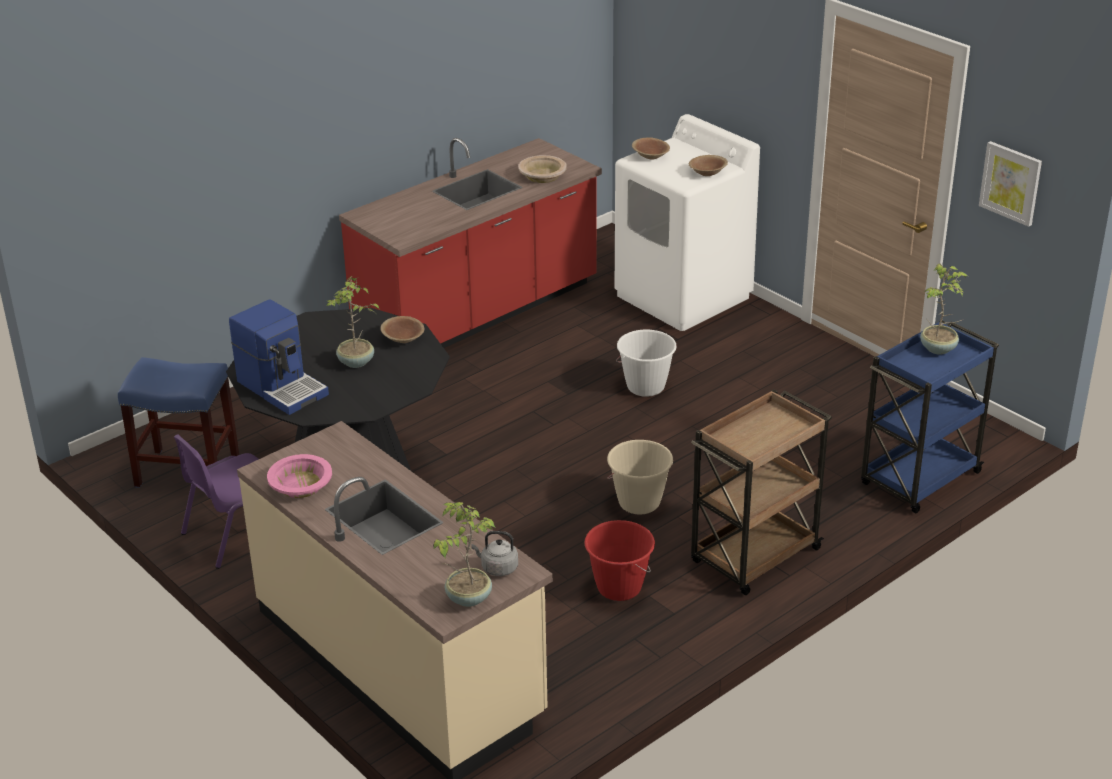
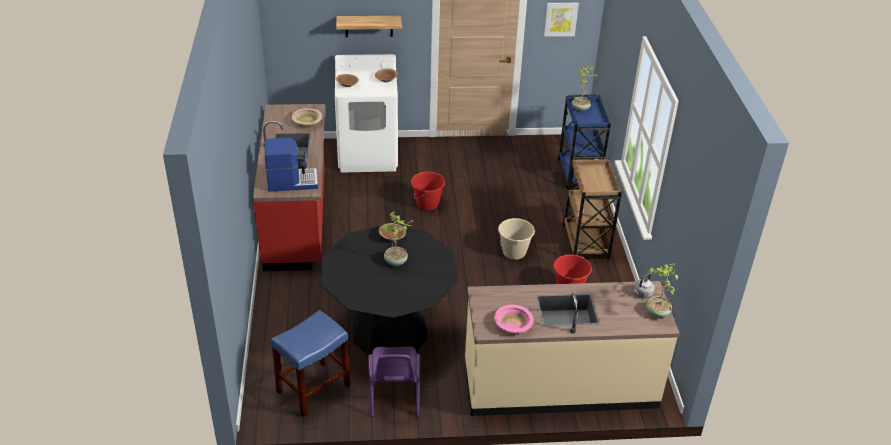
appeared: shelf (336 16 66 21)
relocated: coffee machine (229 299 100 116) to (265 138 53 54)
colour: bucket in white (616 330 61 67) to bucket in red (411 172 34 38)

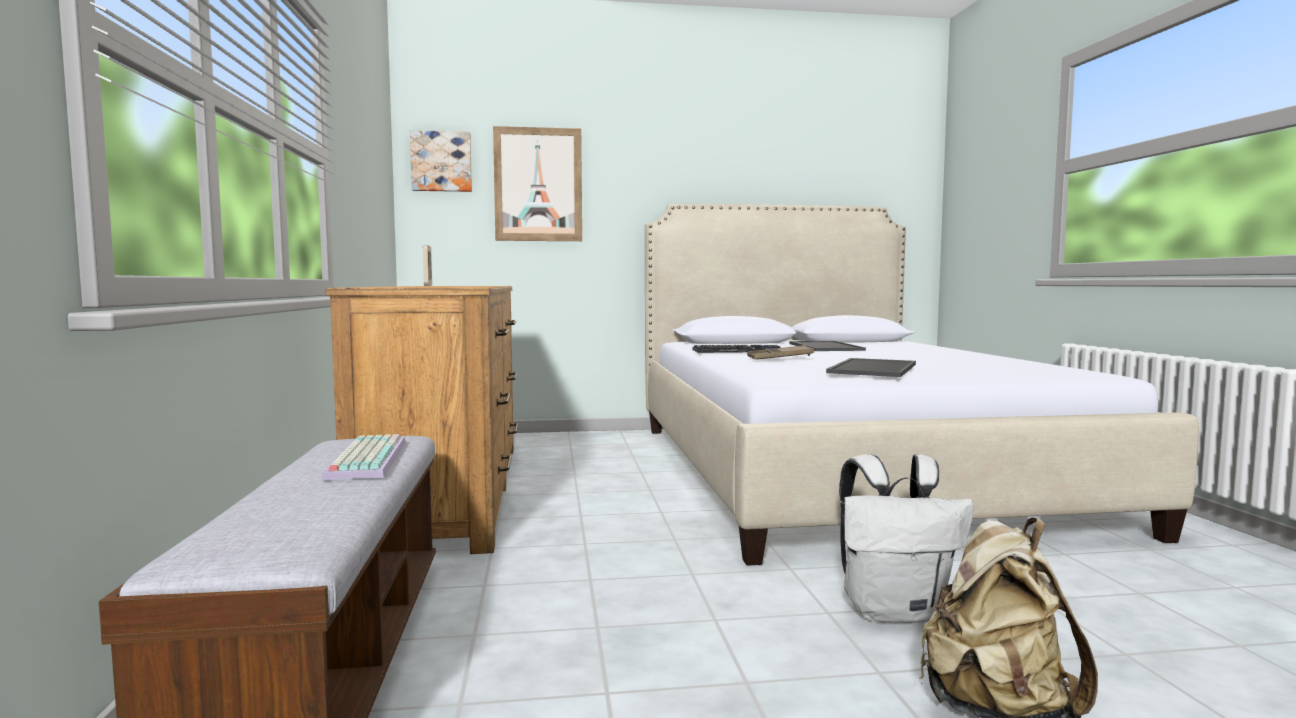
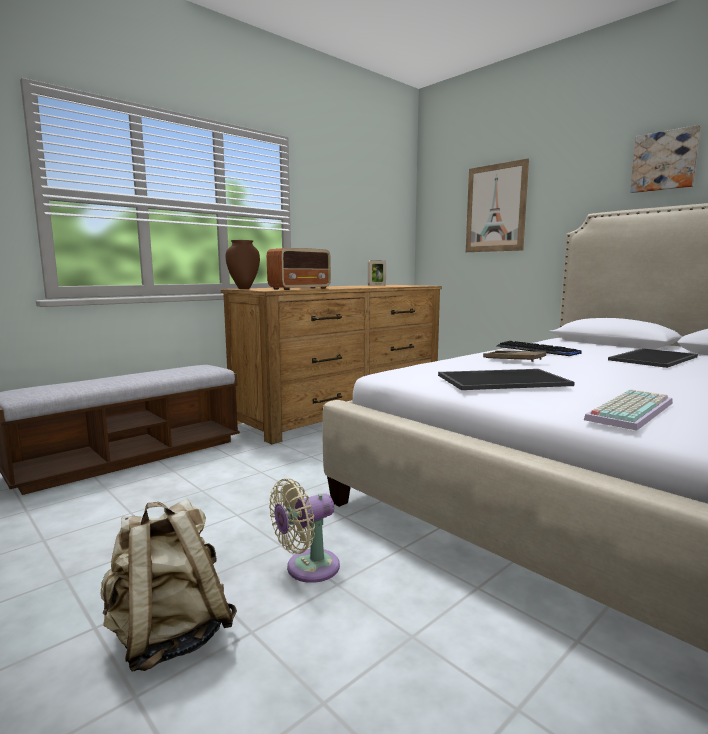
appeared: vase in brown (226 240 34 49); radio (267 248 64 42)
relocated: keyboard (322 434 84 46) to (584 389 89 42); picture (410 130 62 62) to (630 125 71 68)
exchanged: backpack in white (839 454 135 169) to fan in beige (269 478 71 105)

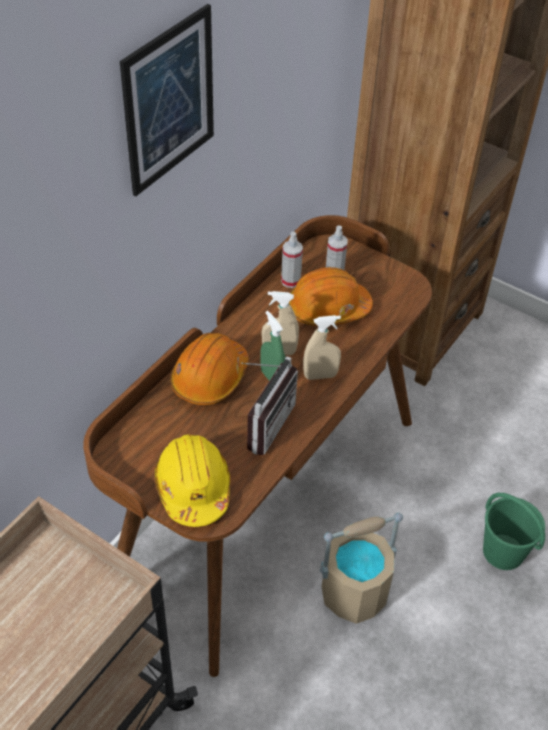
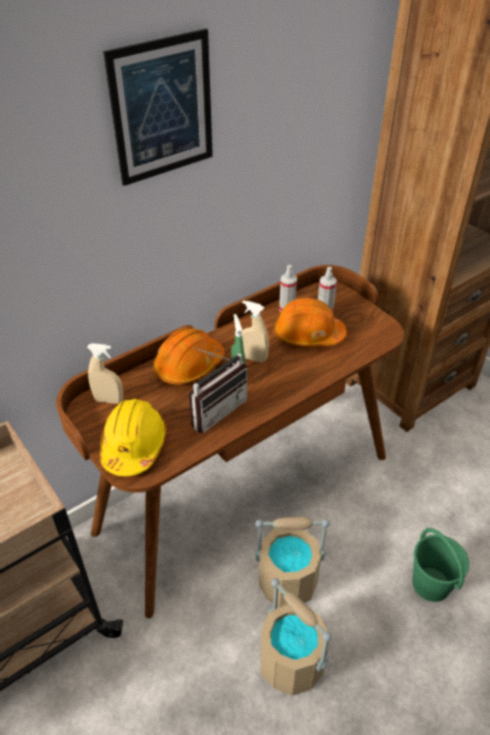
appeared: bucket in beige (261 578 71 118)
relocated: spray bottle in beige (303 315 38 65) to (87 343 36 61)

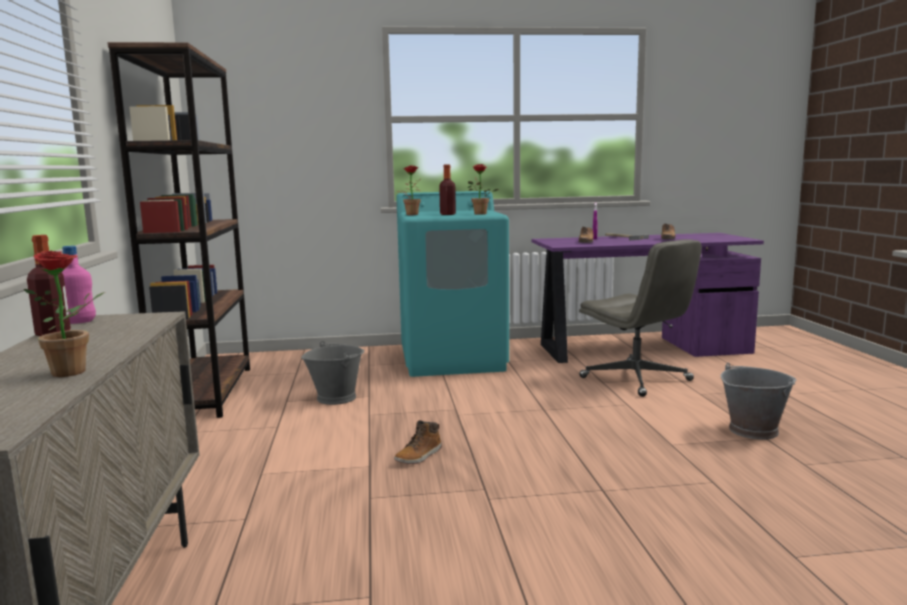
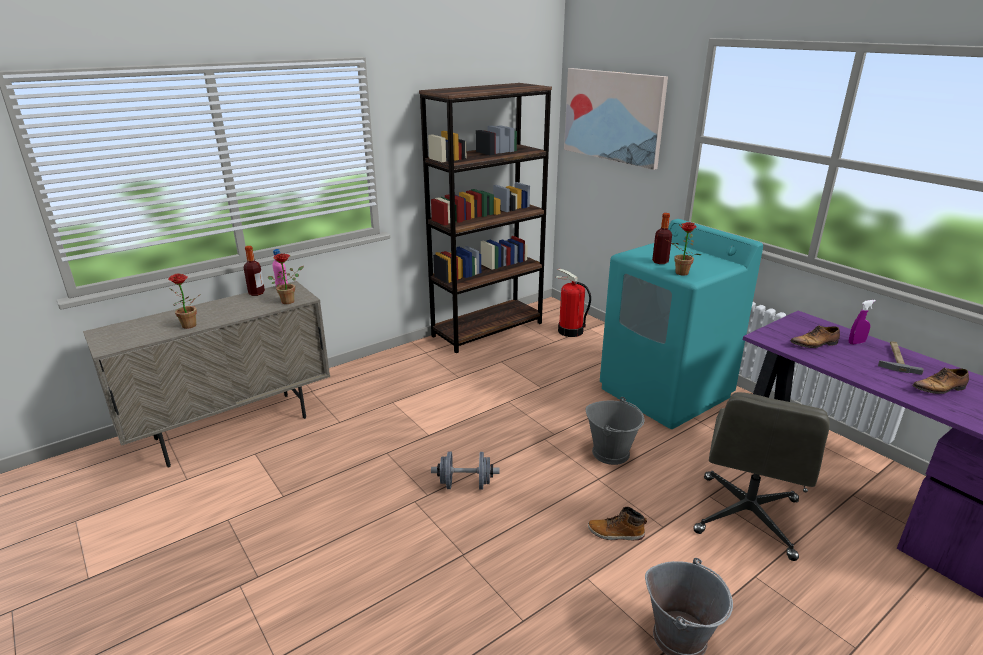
appeared: dumbbell in grey (431 451 68 39); fire extinguisher (556 269 35 68); picture (564 68 104 102)
relocated: bucket in grey (301 341 63 64) to (585 397 60 68); boot (394 420 48 44) to (588 507 59 33); potted plant (397 165 24 50) to (268 254 36 50)

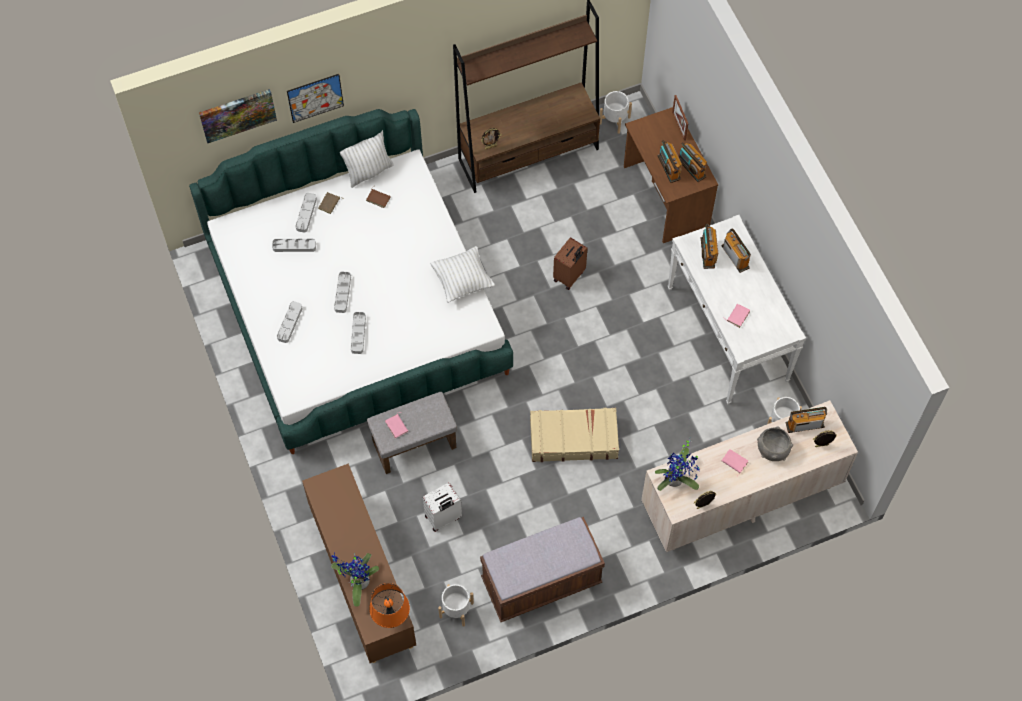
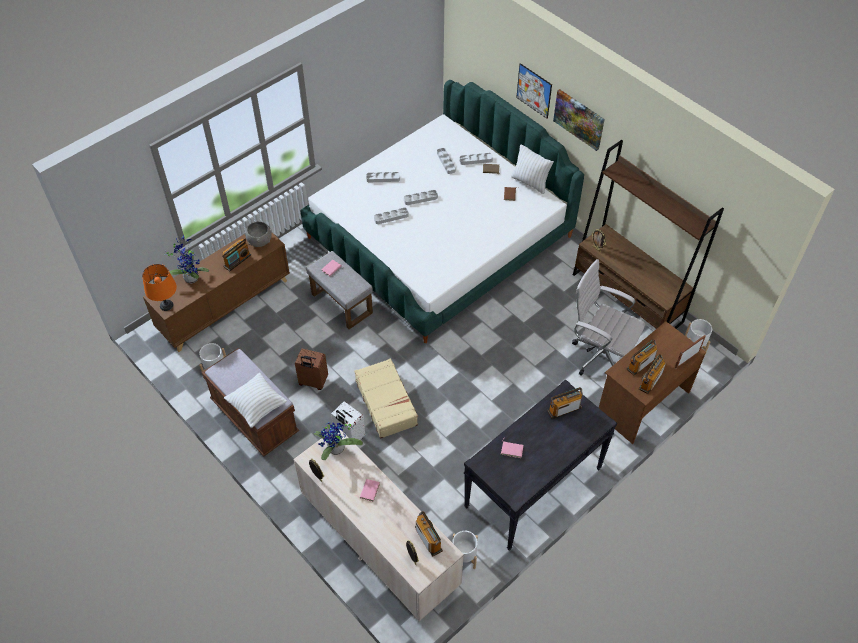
appeared: office chair in white (572 259 74 117)
relocated: picture (199 89 78 54) to (553 89 52 62); suitcase in white (423 482 39 50) to (331 402 34 38); pillow in white (430 246 65 57) to (224 373 63 55); suitcase in brown (553 237 35 53) to (295 349 33 41); radio (722 229 29 44) to (222 238 29 34); bowl in grey (757 426 36 35) to (244 221 28 26)
colour: console table in white (668 215 138 190) to console table in black (464 379 153 172)

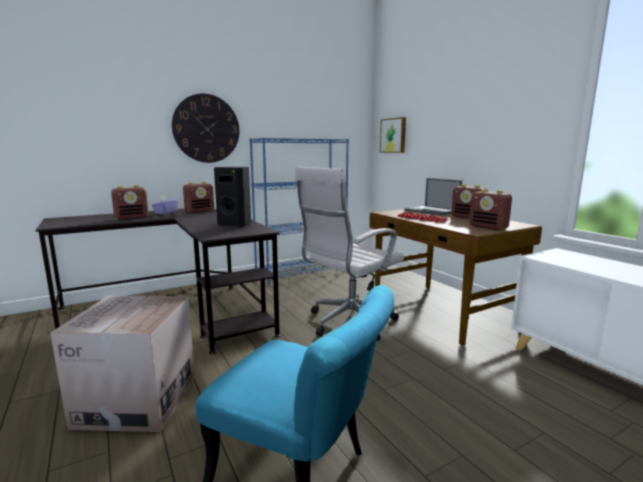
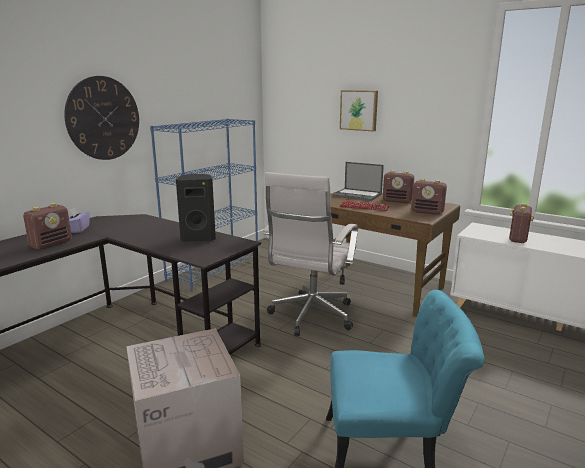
relocated: radio (183 182 31 31) to (509 203 25 40); picture (380 117 26 36) to (340 90 38 42)

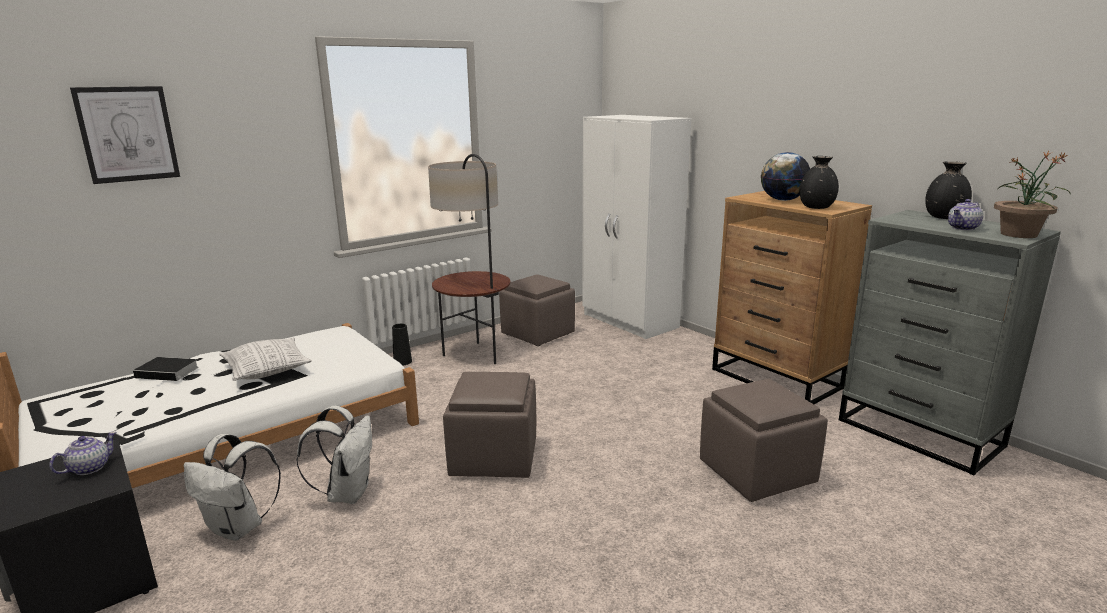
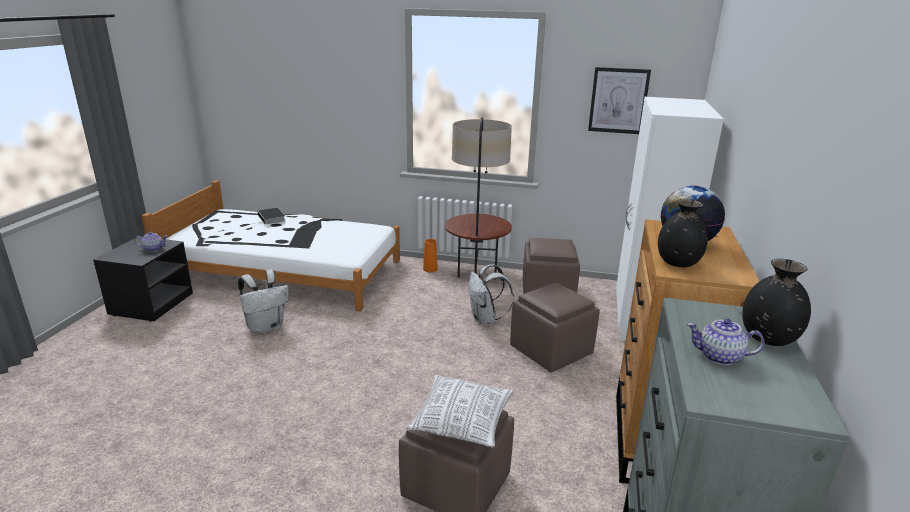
missing: potted plant (994 151 76 87)
relocated: picture (70 86 110 98) to (588 67 63 67); backpack in white (184 434 97 107) to (468 264 46 61); pillow (219 337 93 44) to (406 375 108 73); ottoman in brown (443 372 93 106) to (510 282 90 91)
colour: vase in black (392 324 20 42) to vase in orange (423 239 15 33)

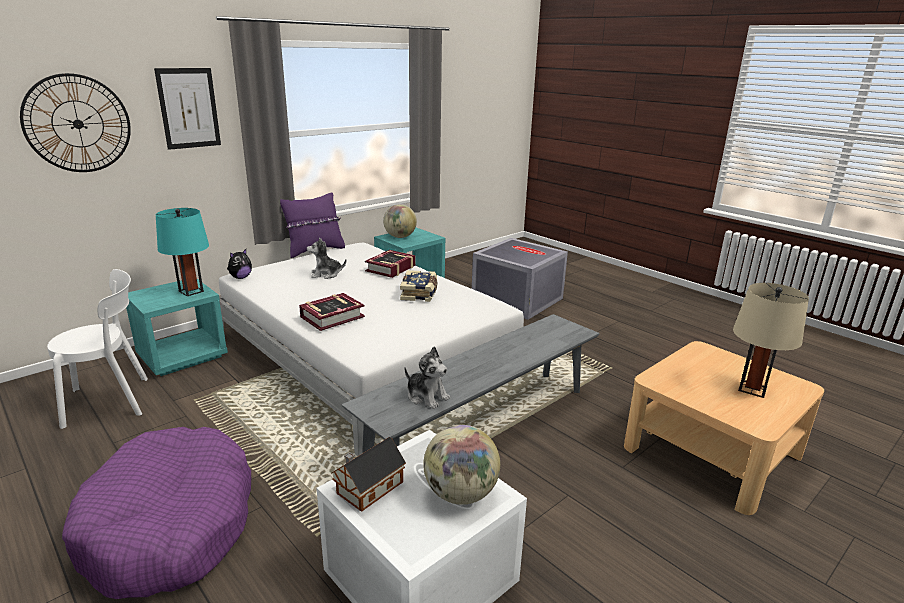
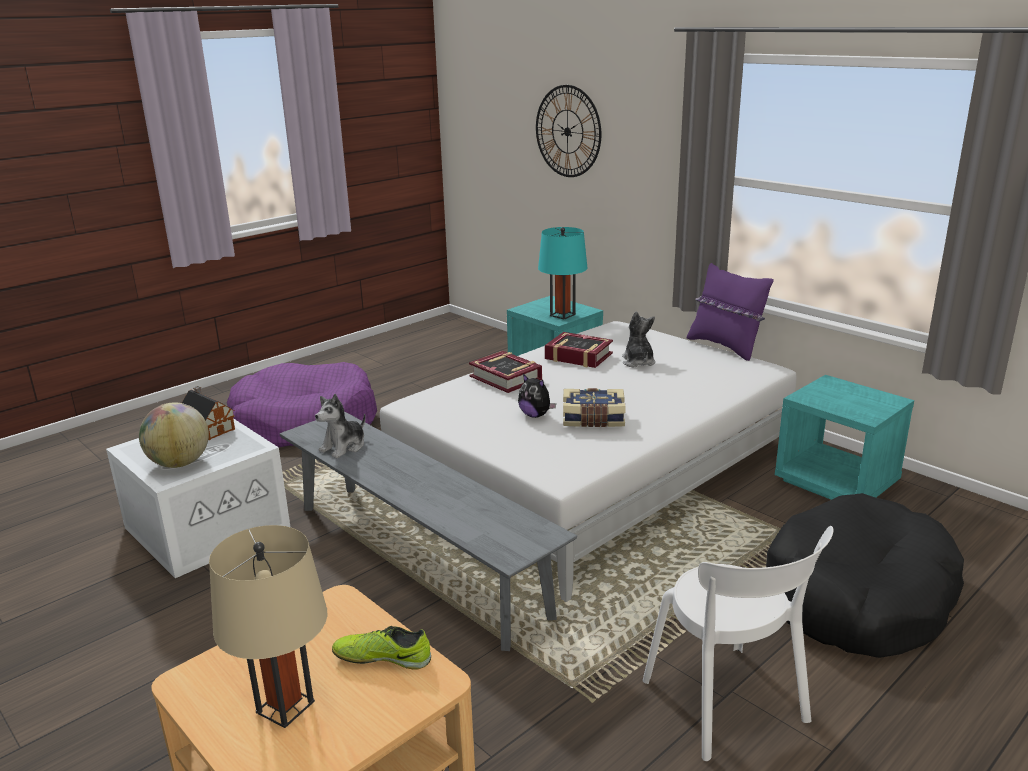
missing: picture (154 68 67 82); globe (383 204 34 34)
appeared: shoe (332 626 99 44)
relocated: chair in white (47 269 101 160) to (643 526 190 235); plush toy (227 249 25 30) to (518 374 38 44); book (365 250 50 28) to (545 332 68 36)
exchanged: storage box in grey (472 238 96 82) to dog bed in black (766 493 198 165)

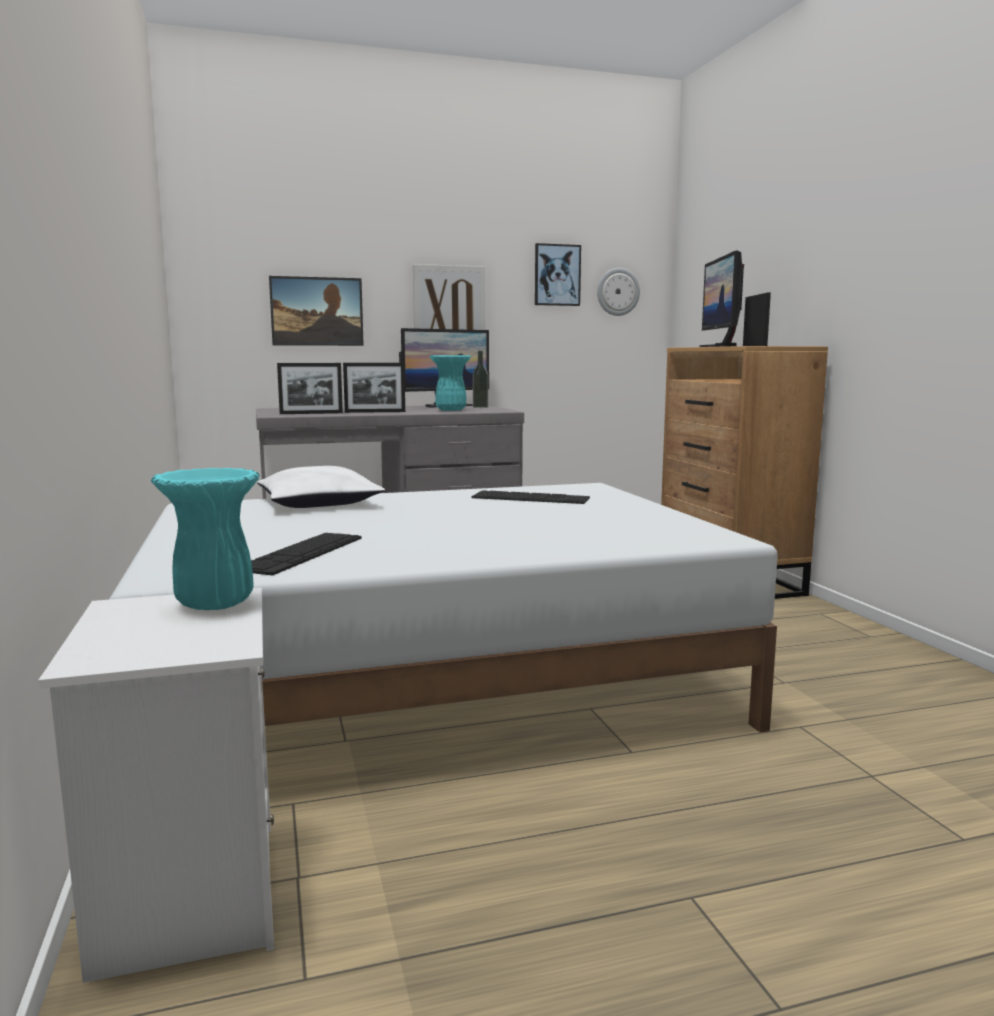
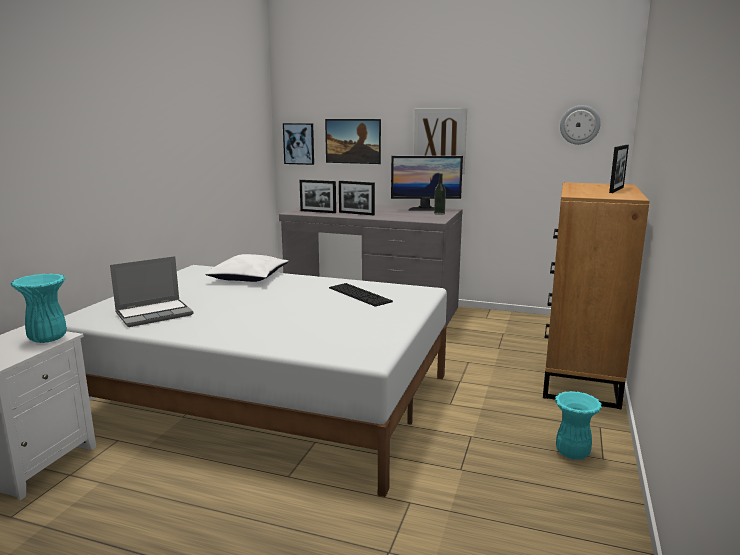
missing: monitor (700 251 44 96)
relocated: vase in turquoise (430 355 41 56) to (555 391 47 69); picture (535 243 46 63) to (283 123 31 42)
exchanged: keyboard (251 533 111 43) to laptop (110 256 83 71)

